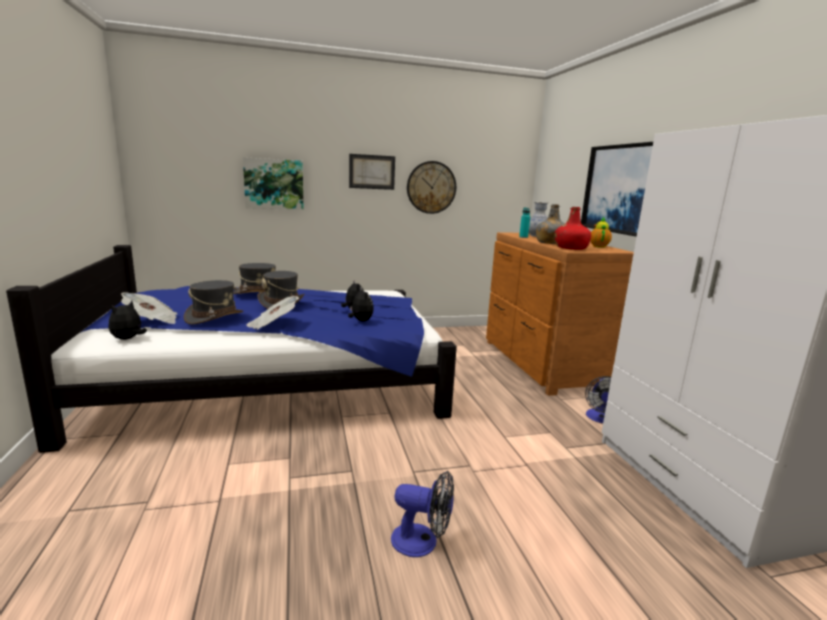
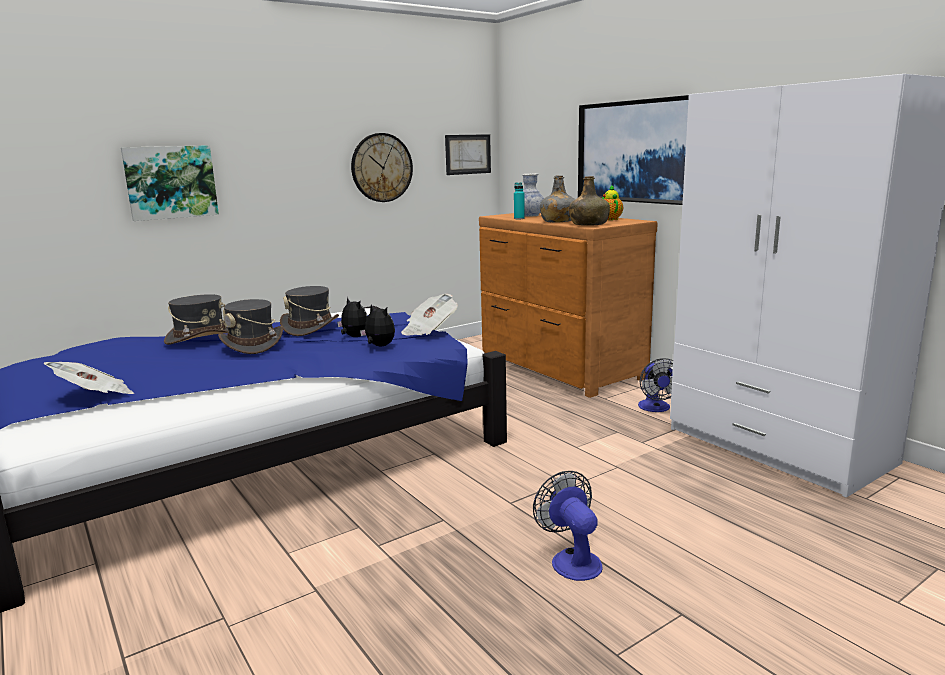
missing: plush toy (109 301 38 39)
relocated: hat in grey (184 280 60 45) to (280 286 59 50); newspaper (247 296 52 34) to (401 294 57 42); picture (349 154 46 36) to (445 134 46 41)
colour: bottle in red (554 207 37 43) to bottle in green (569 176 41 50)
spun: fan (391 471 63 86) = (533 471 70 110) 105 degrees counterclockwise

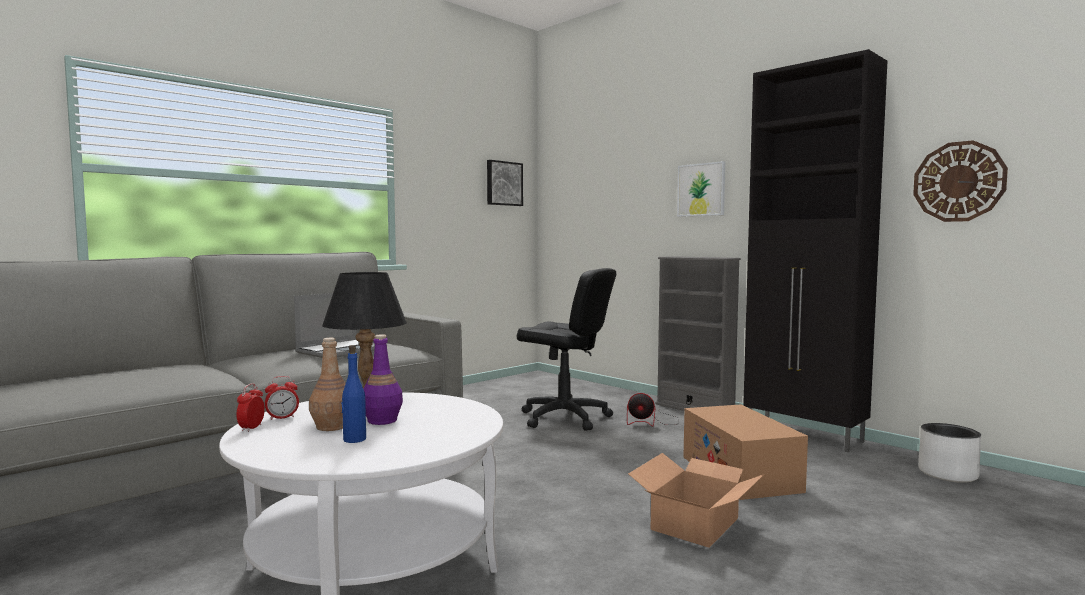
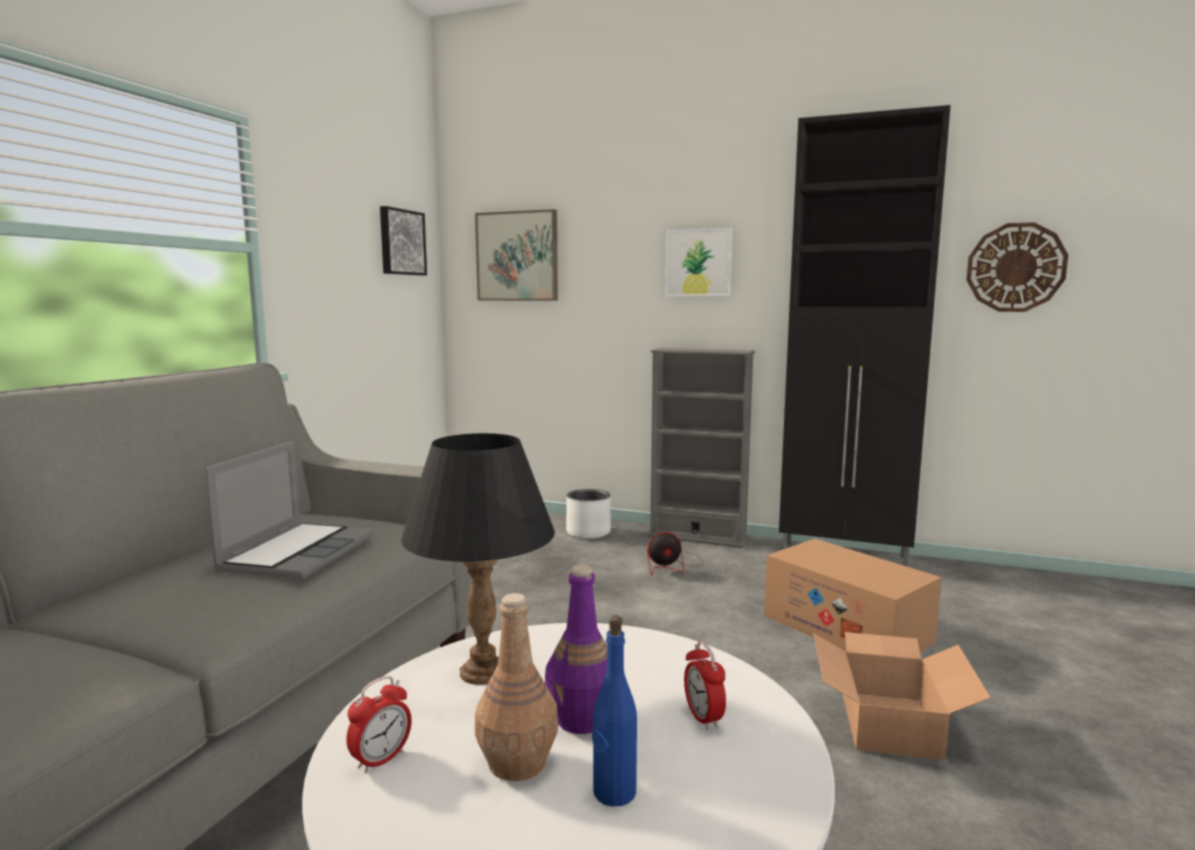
missing: office chair in black (517 268 99 163)
appeared: picture (475 209 83 92)
relocated: alarm clock (237 383 28 49) to (684 641 42 89); planter in white (918 423 63 60) to (566 489 45 50)

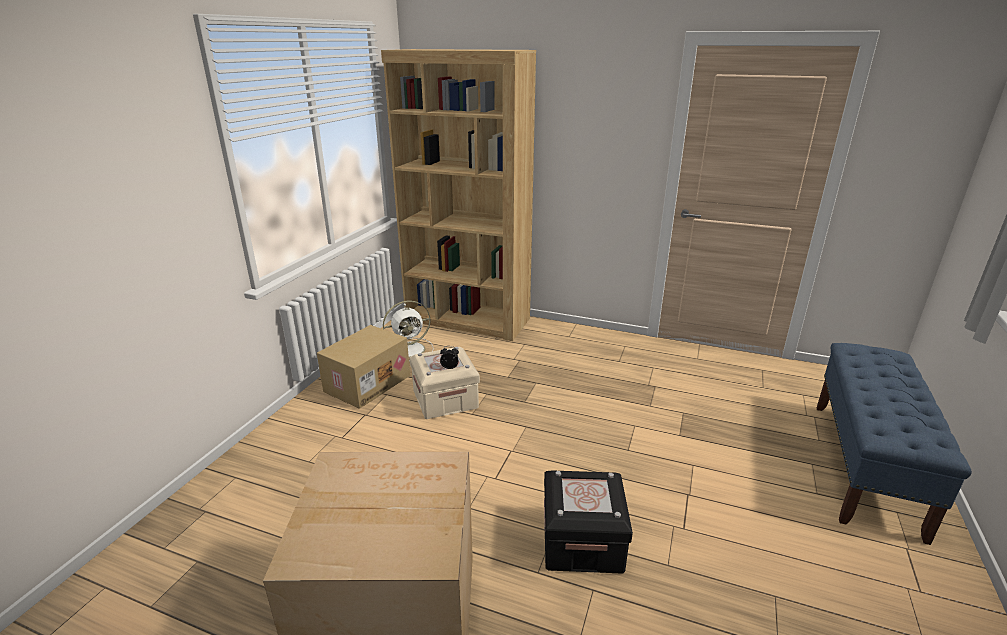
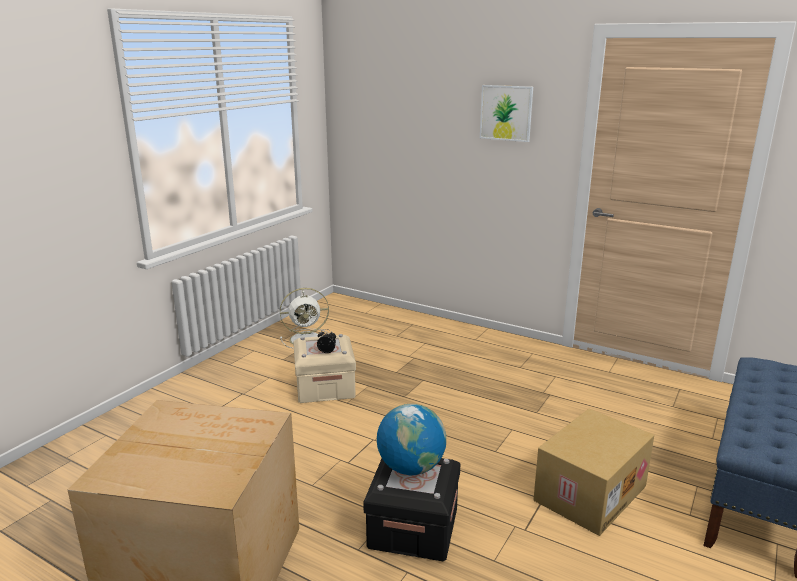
missing: bookcase in brown (381 49 155 292)
appeared: globe (377 404 69 71); picture (480 85 53 57)
relocated: cardboard box (317 325 93 84) to (533 409 121 127)

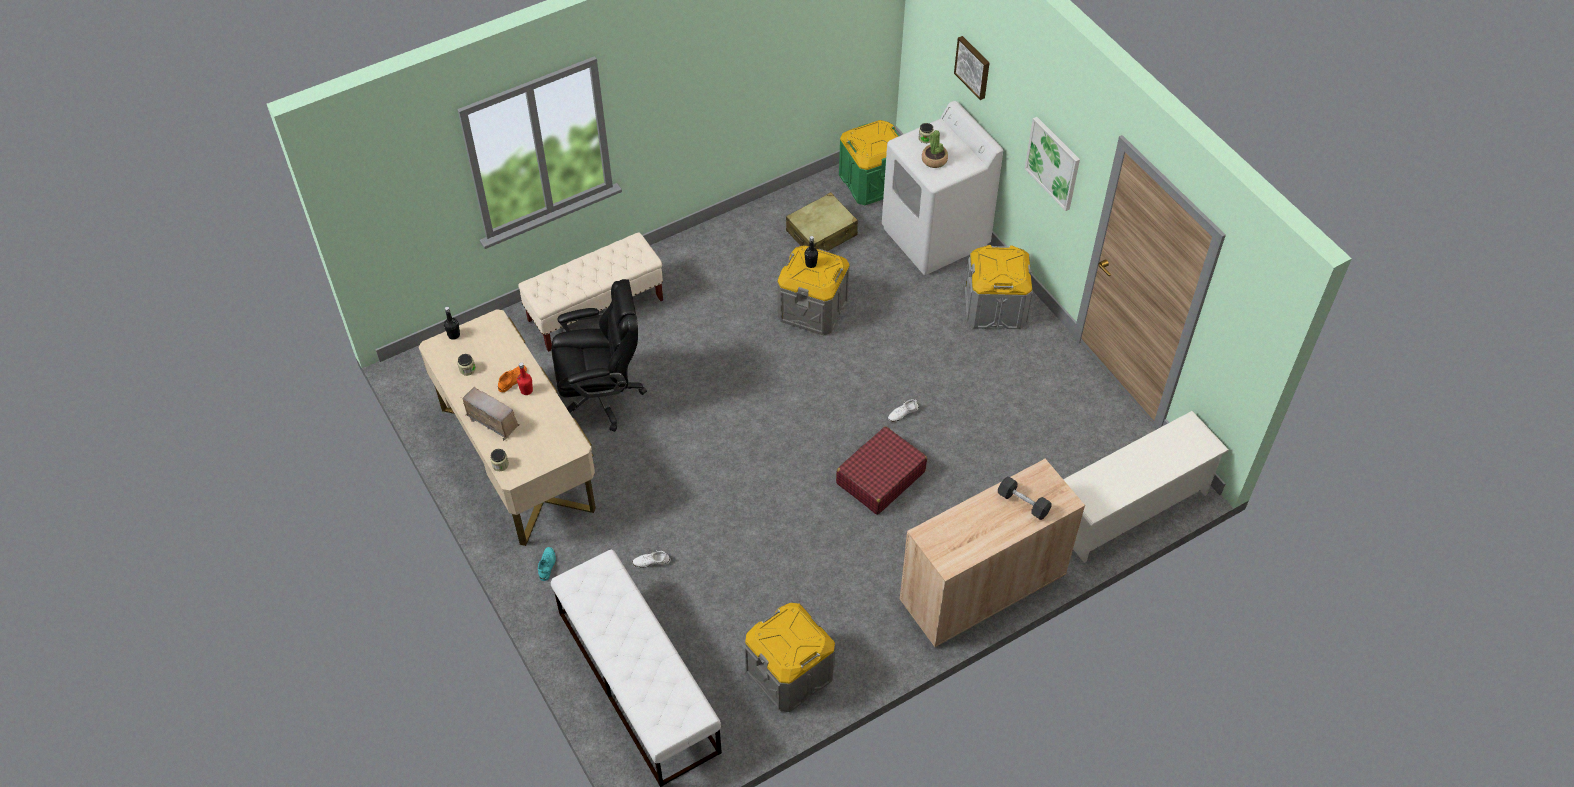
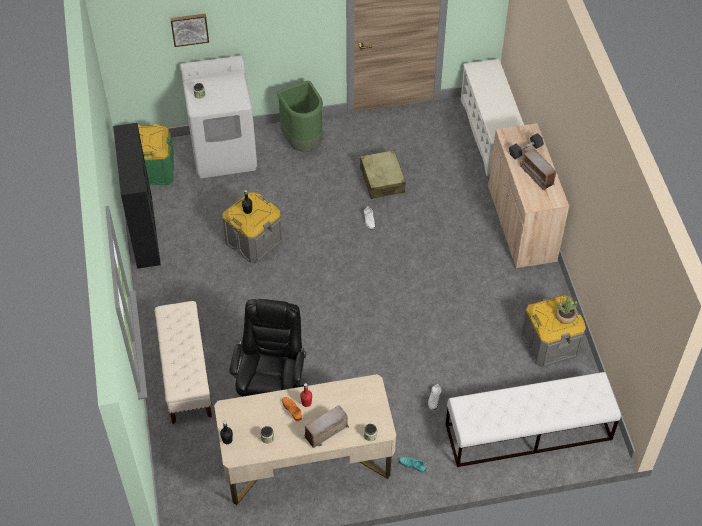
missing: suitcase in red (836 426 91 89); picture (1024 117 56 94)
appeared: bookcase in black (113 123 48 146); radio (520 149 36 42)
relocated: suitcase in beige (786 192 72 59) to (360 150 46 49); potted plant (922 130 26 38) to (555 297 23 27)
exchanged: storage box in grey (965 245 68 84) to trash can in green (277 81 46 71)

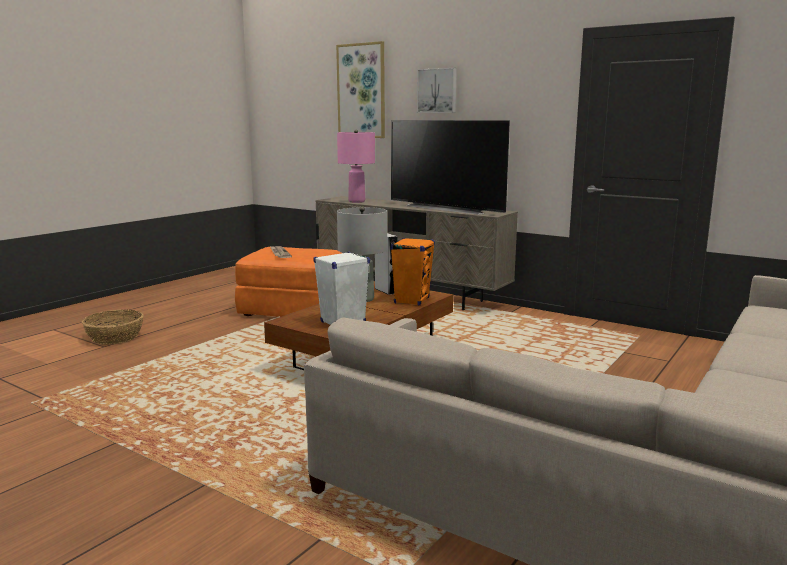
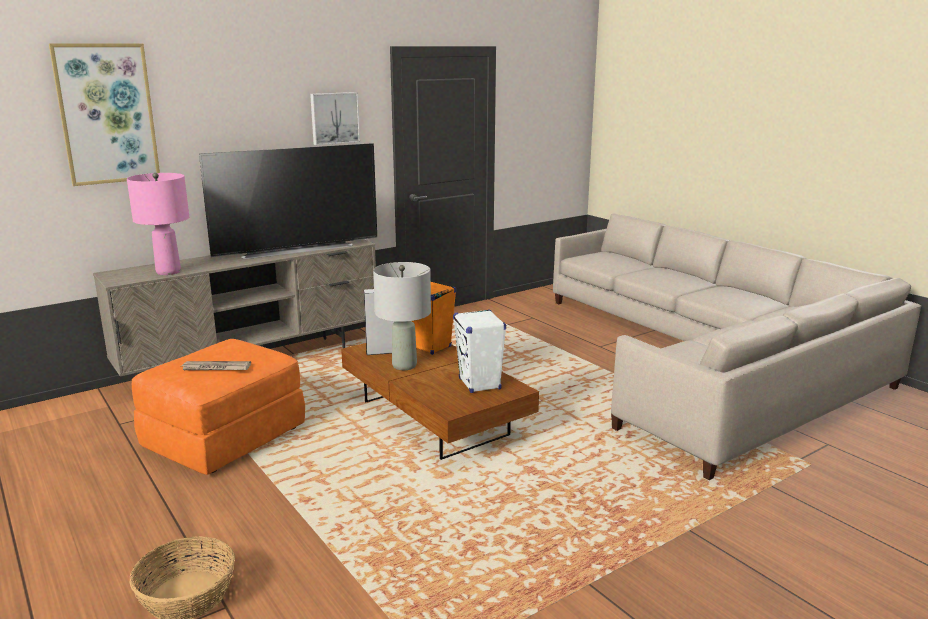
relocated: picture (417 68 40 45) to (310 92 50 53)

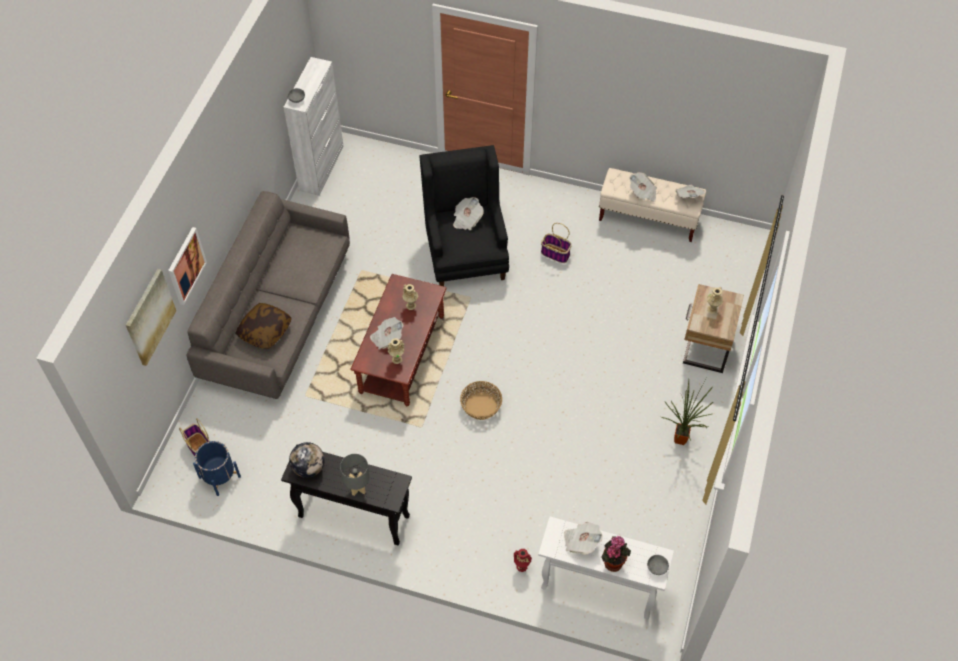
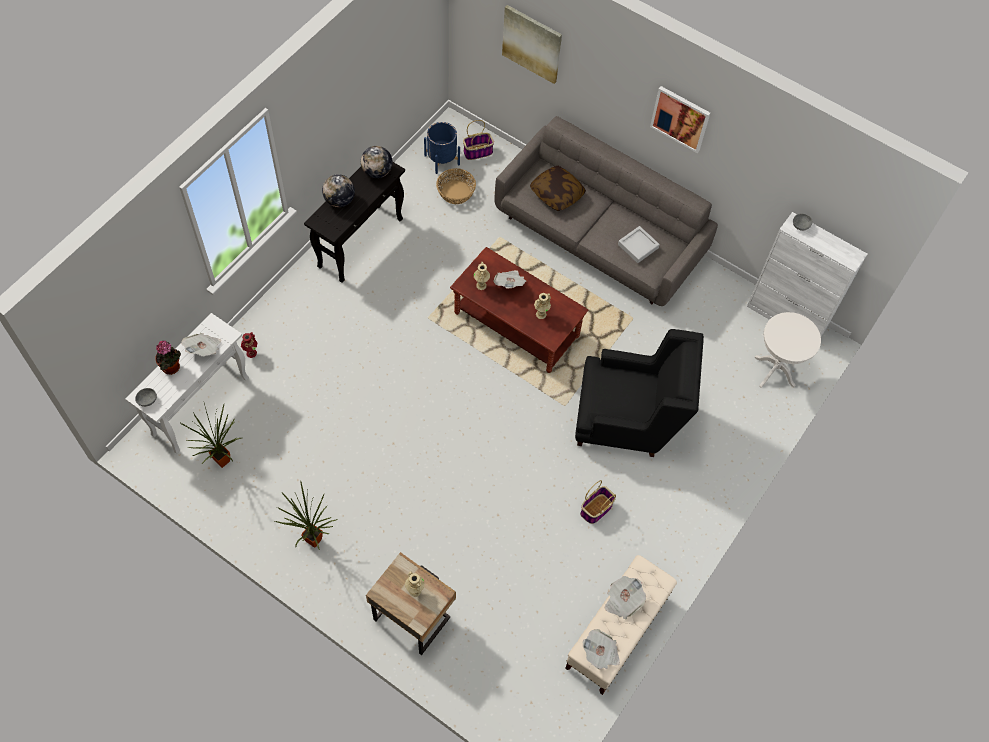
missing: newspaper (453 197 30 33)
appeared: potted plant (180 403 62 65); tray in grey (618 226 42 37); side table in white (754 312 67 76)
relocated: picture (168 227 39 78) to (650 86 60 67); basket (460 381 42 39) to (436 168 40 36)
exchanged: table lamp in grey (340 454 30 42) to globe (322 174 33 33)

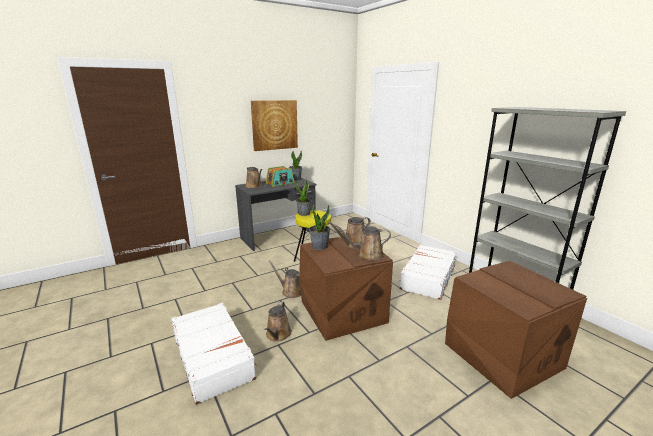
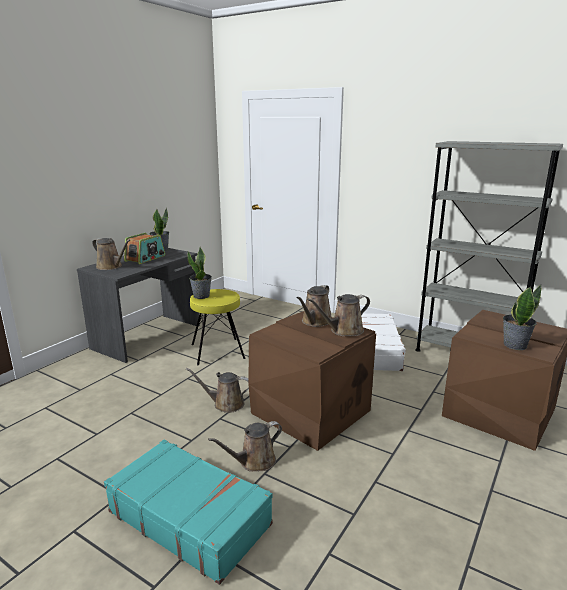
missing: picture (251 100 47 51)
relocated: potted plant (309 204 21 46) to (503 285 38 65)
colour: suitcase in white (171 303 85 102) to suitcase in turquoise (104 440 169 145)
spun: watering can in brown (264 302 28 40) = (208 421 74 51) 75 degrees clockwise

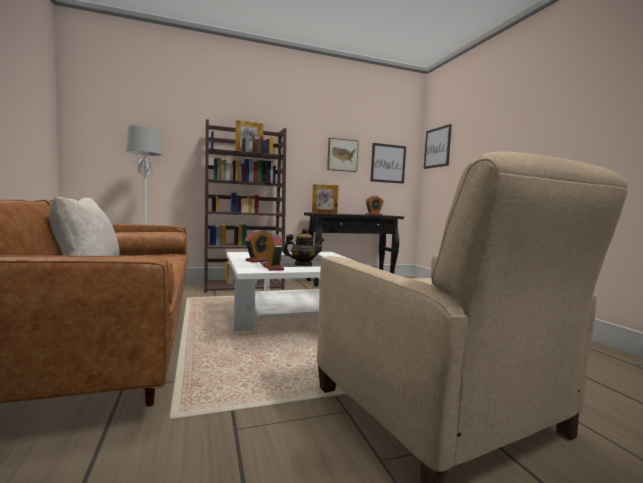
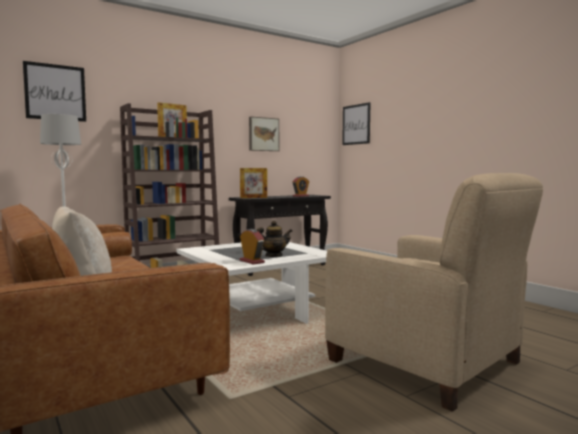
missing: alarm clock (245 230 26 33)
relocated: picture (370 143 36 41) to (23 61 63 61)

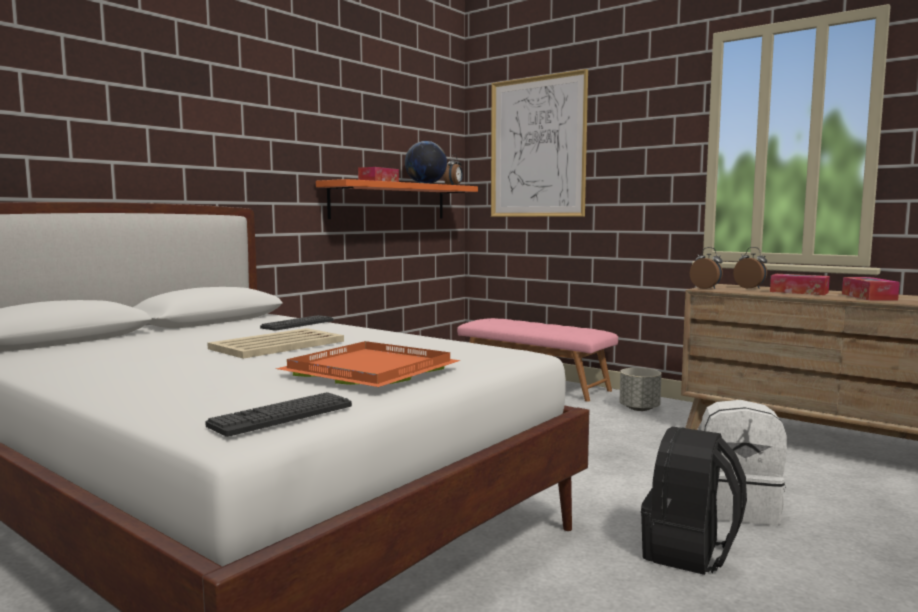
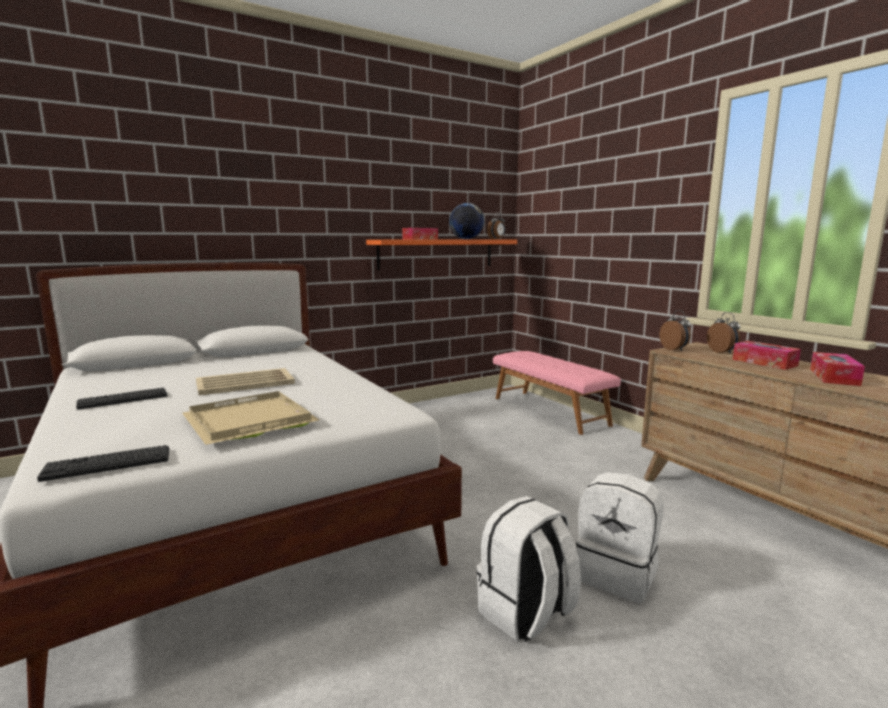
missing: picture (491 69 97 148); planter in grey (620 368 42 43)
relocated: keyboard (260 315 73 16) to (76 388 91 22)
colour: tray in orange (276 341 185 46) to tray in beige (182 391 137 54); backpack in black (641 427 106 148) to backpack in white (476 496 105 146)

